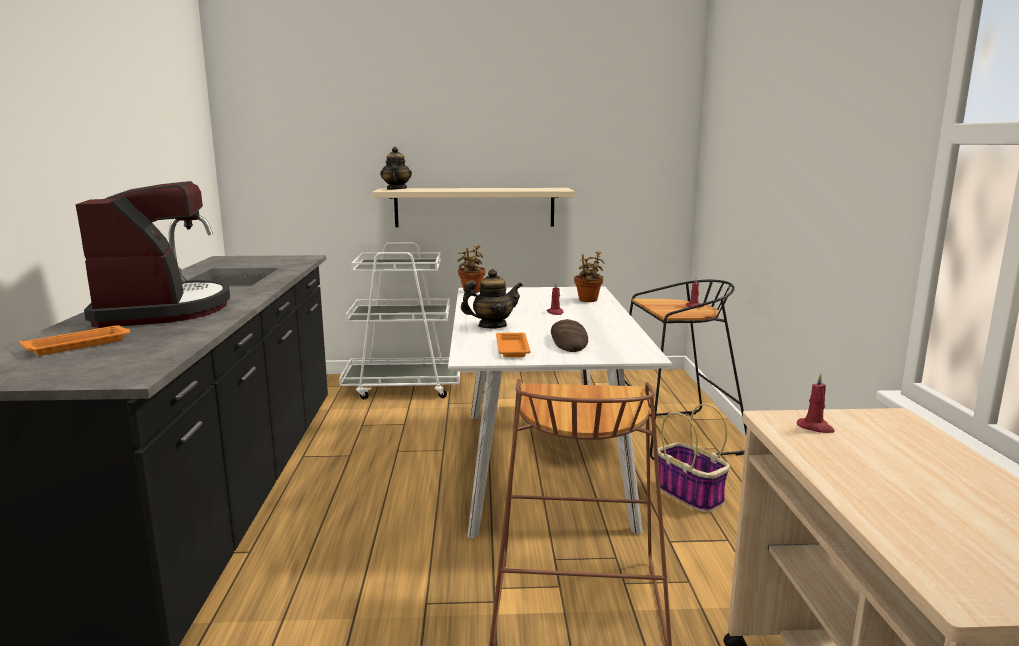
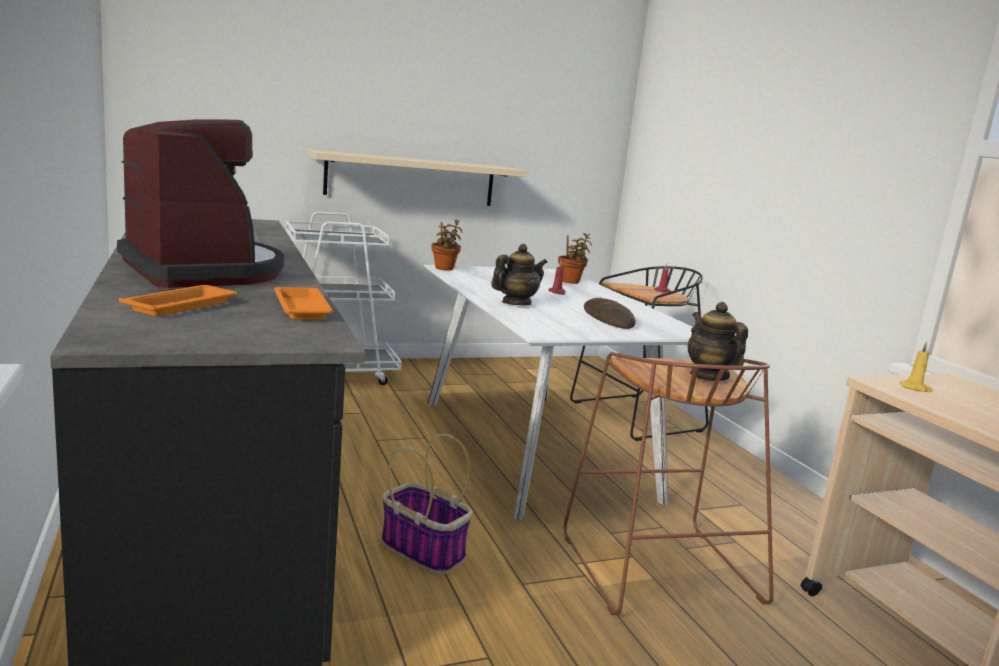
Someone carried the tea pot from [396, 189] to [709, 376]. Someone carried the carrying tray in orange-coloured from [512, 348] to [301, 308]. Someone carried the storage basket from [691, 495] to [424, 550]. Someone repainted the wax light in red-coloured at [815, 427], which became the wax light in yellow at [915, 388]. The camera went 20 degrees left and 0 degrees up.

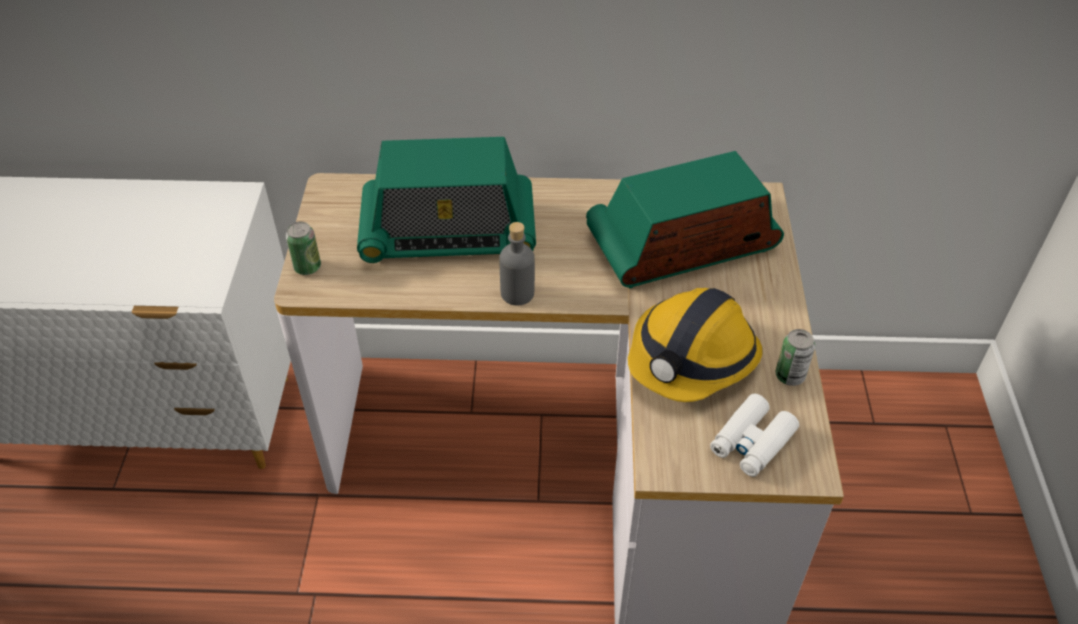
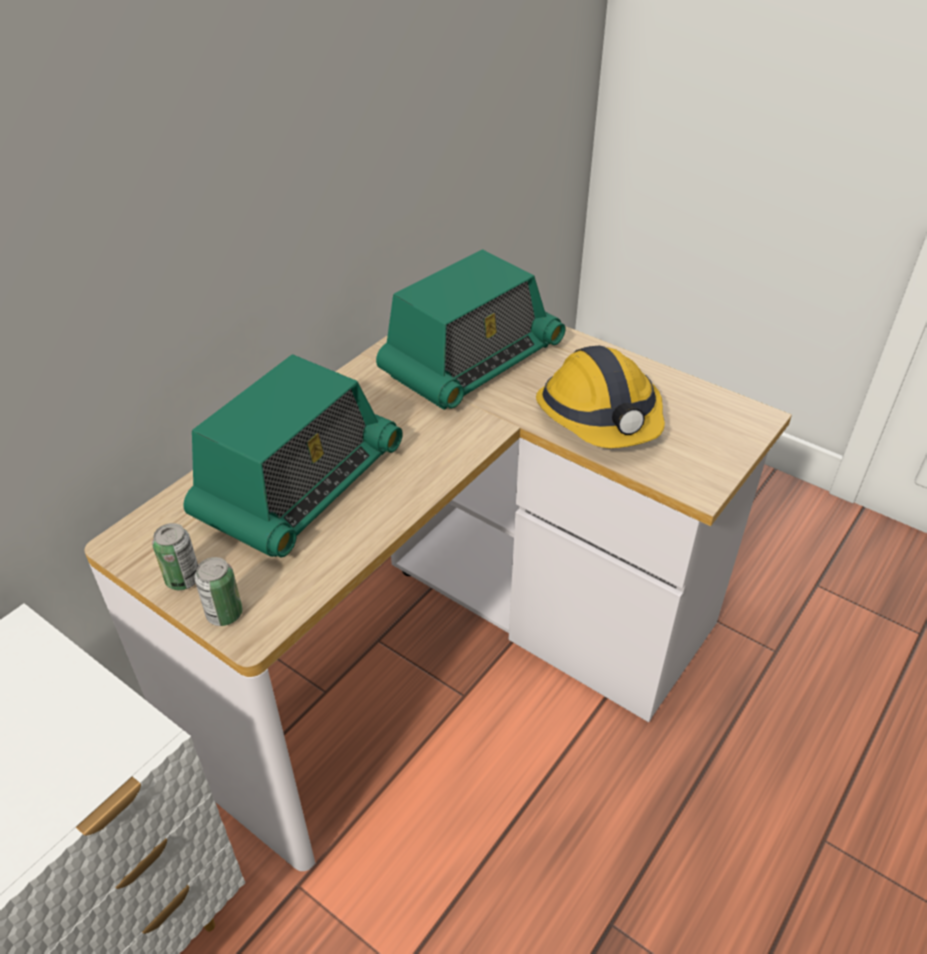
Someone took away the beverage bottle in gray at [517, 293]. Someone rotated the radio receiver at [681, 244] by 150 degrees counterclockwise. Someone took away the pair of binoculars in white at [751, 442]. Someone carried the metal can from [790, 376] to [183, 579]. The camera went 55 degrees left and 5 degrees down.

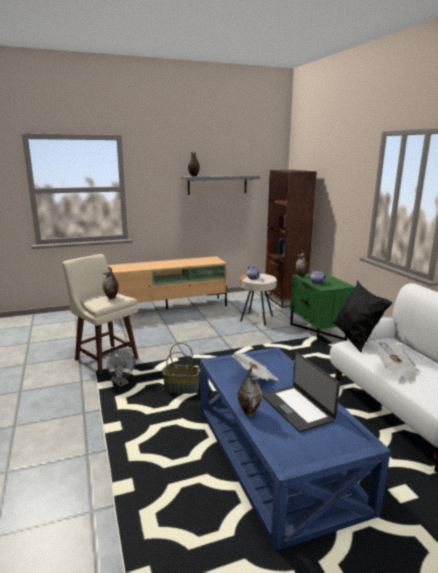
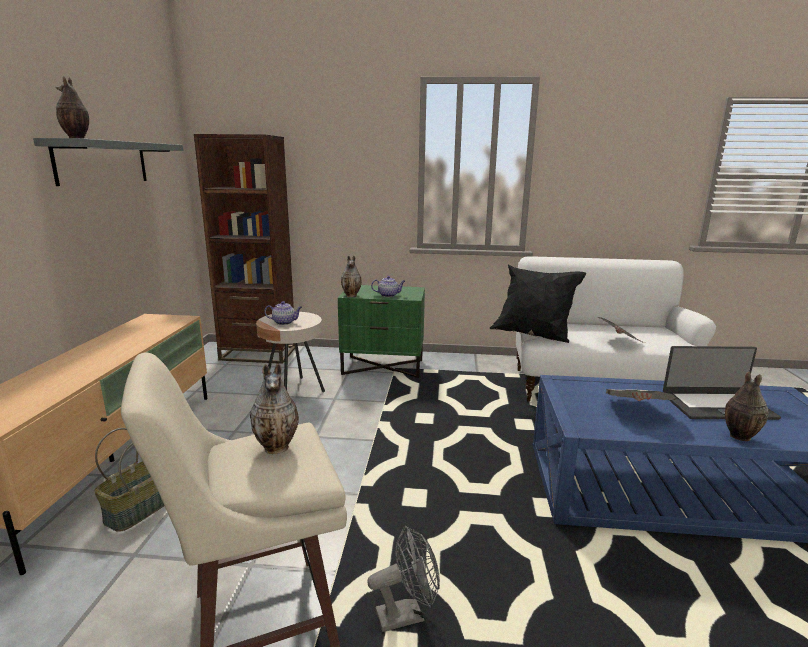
Someone carried the storage basket from [182, 388] to [140, 508]. The camera went 65 degrees left and 0 degrees up.

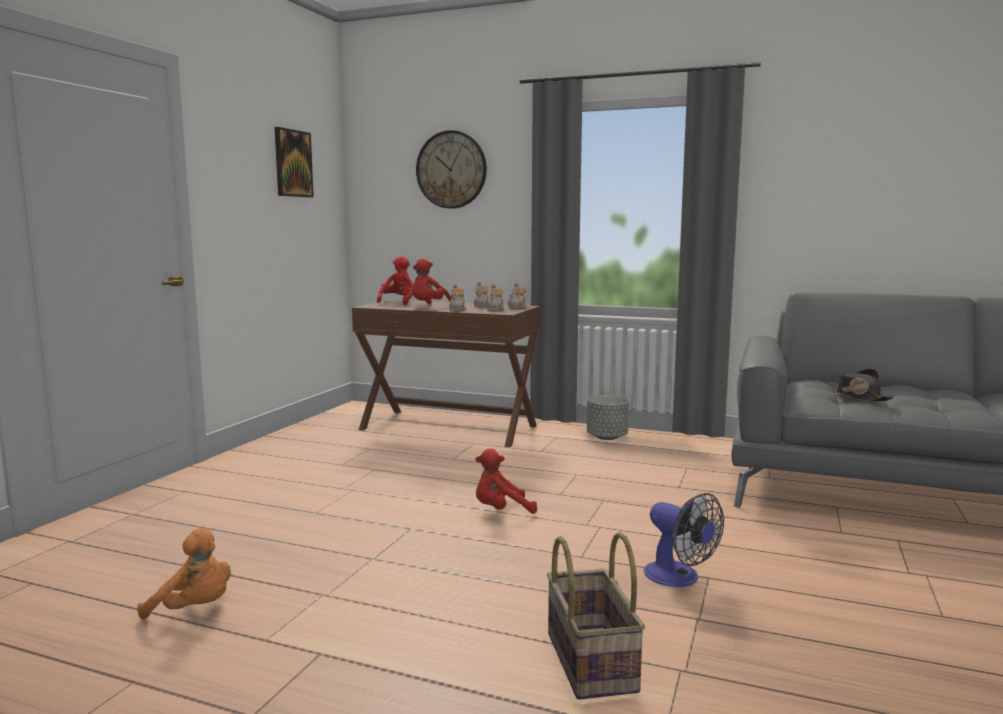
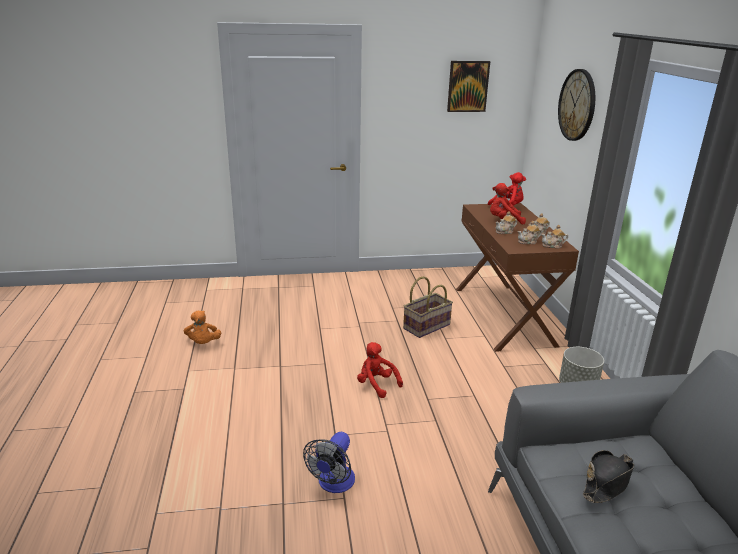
Someone carried the storage basket from [588, 661] to [426, 326]. The camera went 60 degrees right and 15 degrees up.

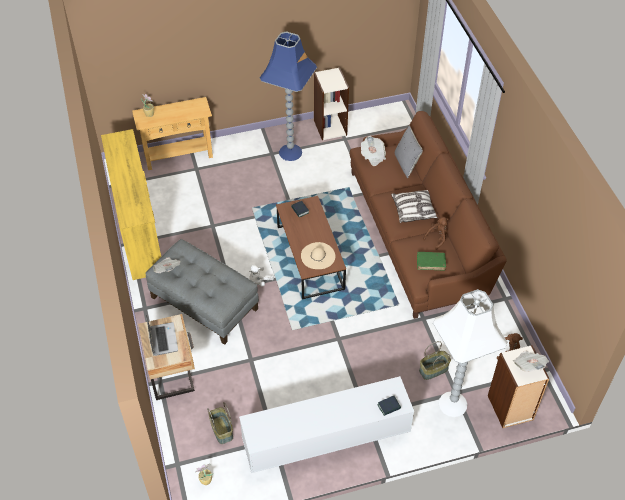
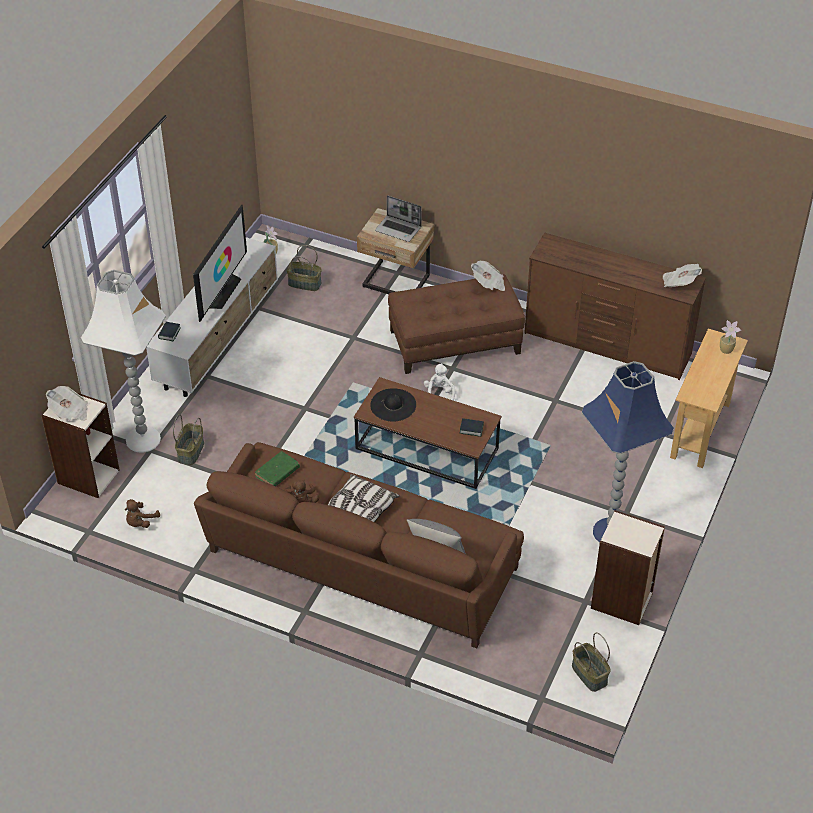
Someone repainted the dresser in yellow at [139, 229], which became the dresser in brownish at [607, 344]. Someone repainted the footrest in gray at [204, 303], which became the footrest in brownish at [454, 341]. Someone repainted the wearable hat in beige-coloured at [318, 256], which became the wearable hat in black at [393, 405]. Someone carried the printed paper from [373, 156] to [679, 283]. Someone put down the television at [222, 291]. Someone put down the storage basket at [590, 674]. The camera went 130 degrees right and 5 degrees down.

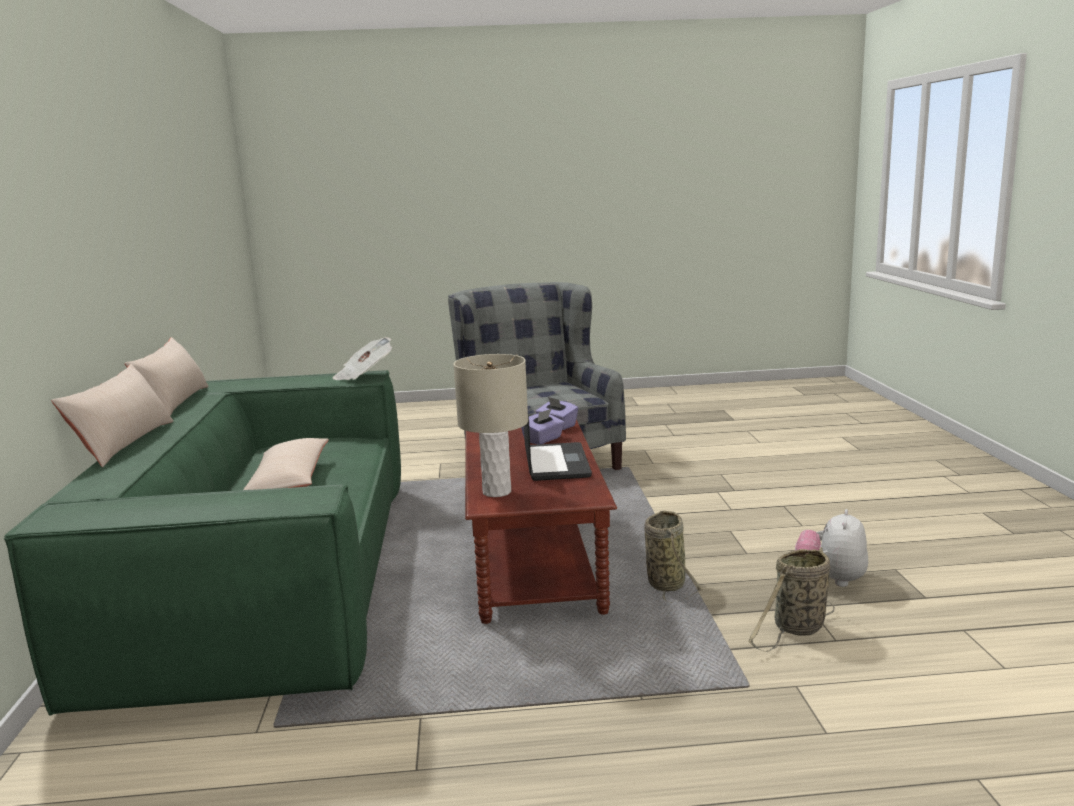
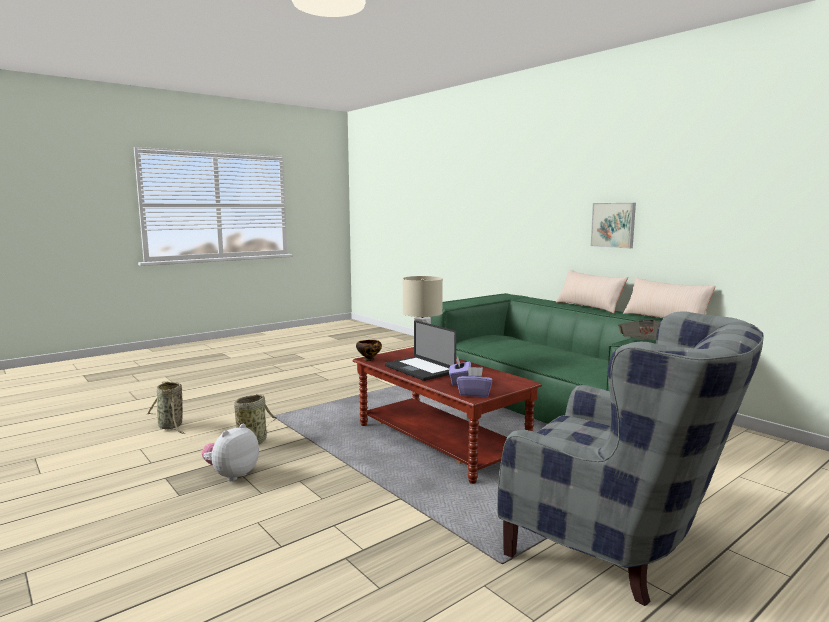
Someone took away the cushion in beige-coloured at [288, 483]. Someone carried the storage basket from [665, 582] to [171, 427]. Someone rotated the plush toy at [831, 579] by 135 degrees counterclockwise. Someone put down the deep dish at [369, 359]. Someone put up the wall art at [613, 225]. The camera went 145 degrees right and 5 degrees down.

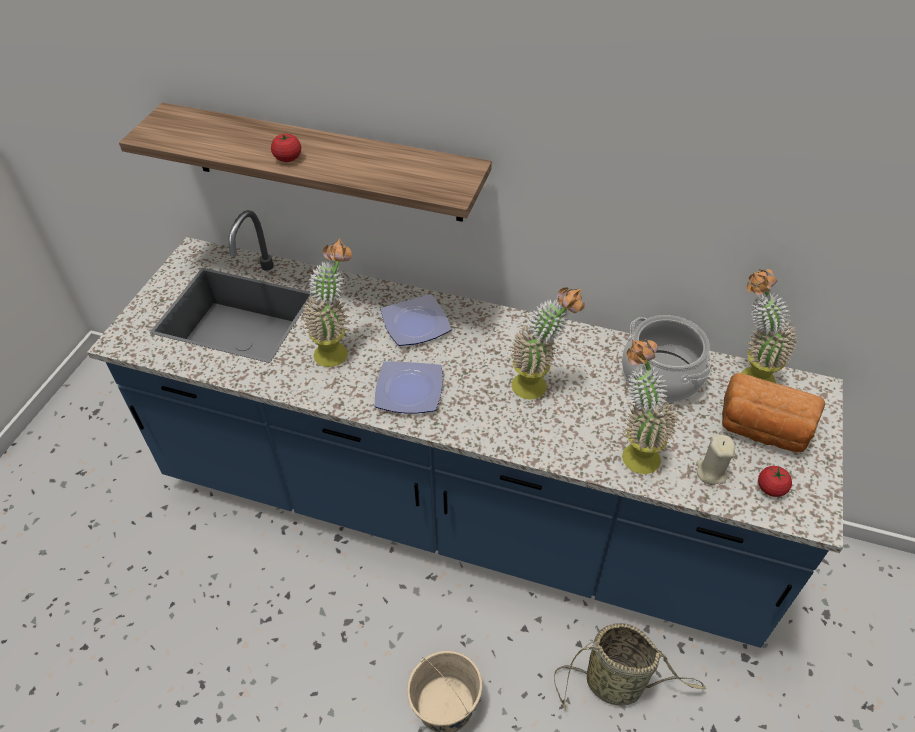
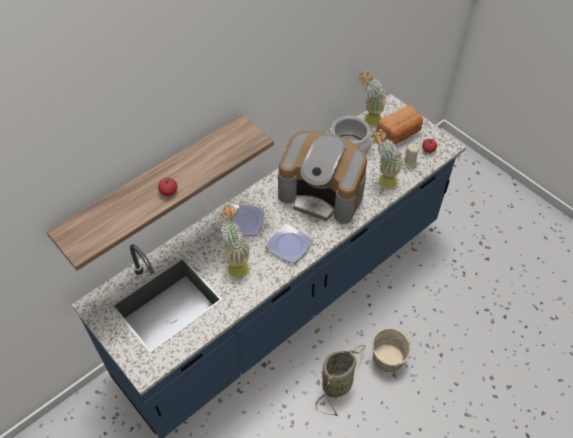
Someone swapped the houseplant at [538, 385] for the coffee maker at [322, 194]. Someone carried the storage basket from [618, 684] to [338, 383]. The camera went 60 degrees left and 5 degrees up.

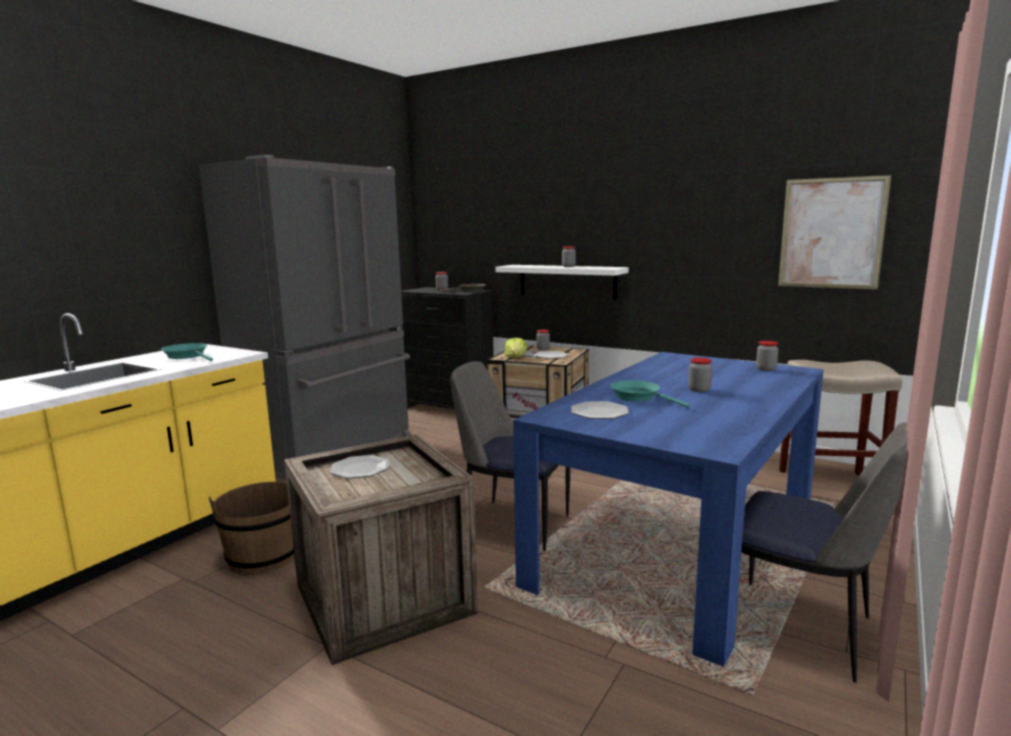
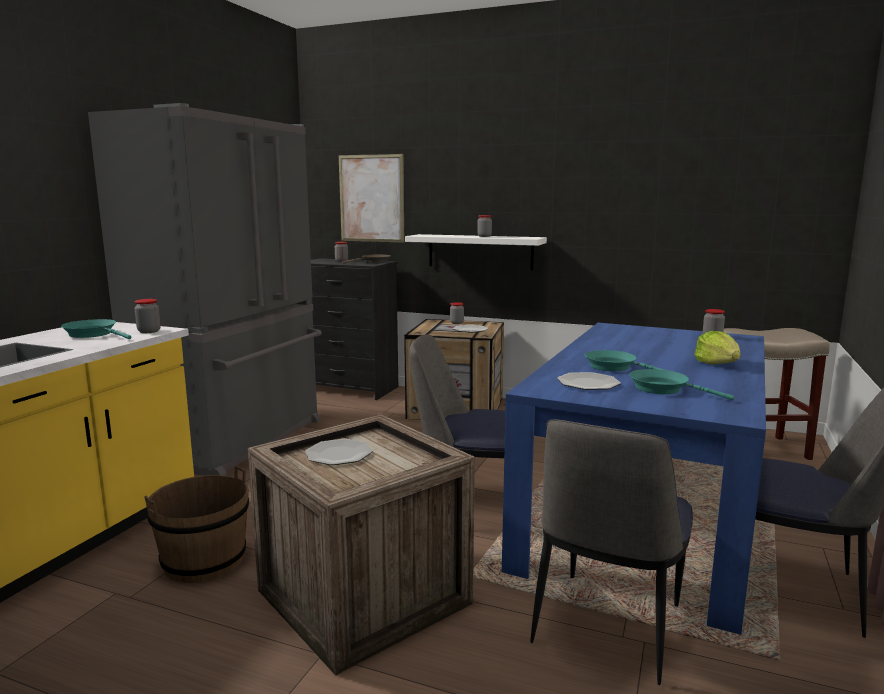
Someone carried the lettuce head from [516, 358] to [717, 364]. Someone carried the preserve jar from [699, 390] to [149, 331]. Someone carried the wall art from [831, 233] to [371, 198]. Someone put down the chair at [606, 628]. Someone put down the skillet in turquoise-coloured at [663, 389]. The camera went 10 degrees left and 0 degrees up.

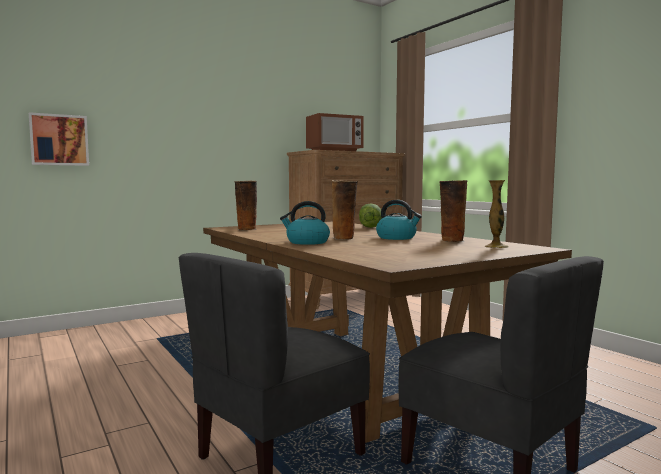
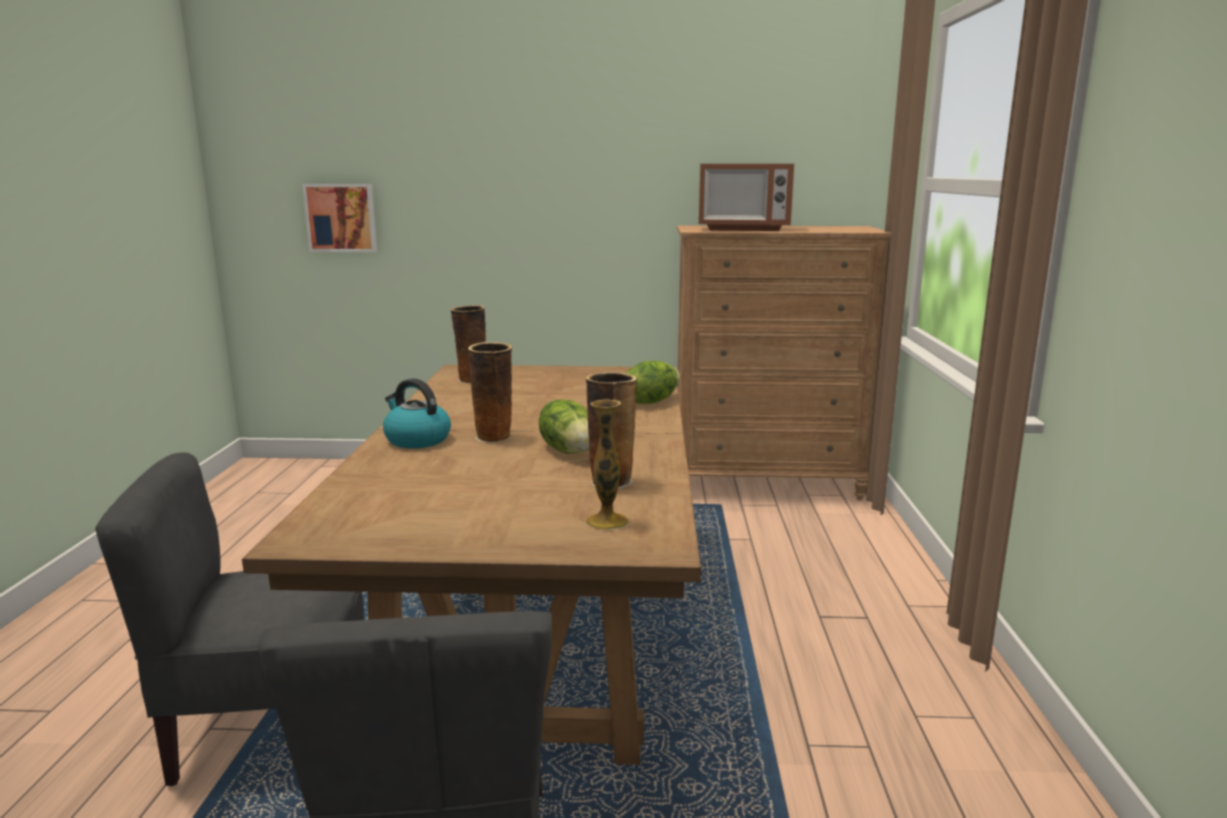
Someone swapped the water kettle at [397, 238] for the lettuce head at [569, 450]. The camera went 35 degrees right and 10 degrees up.

